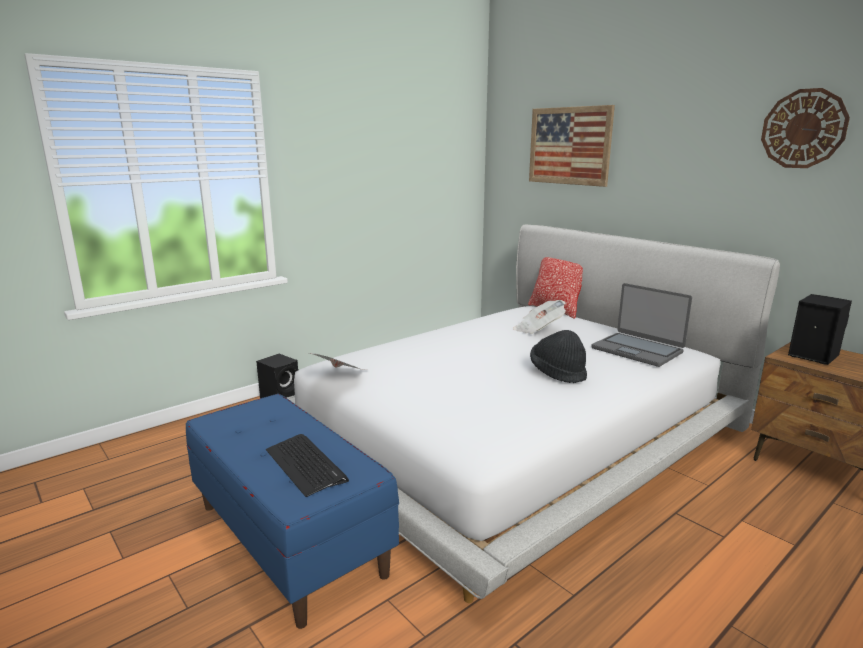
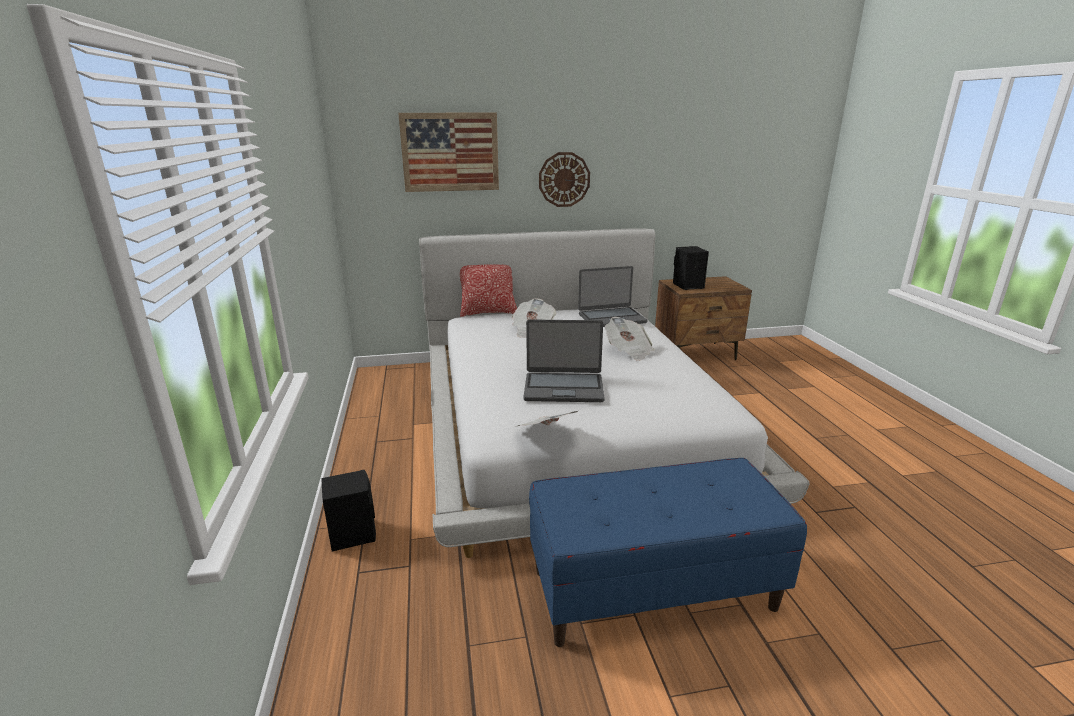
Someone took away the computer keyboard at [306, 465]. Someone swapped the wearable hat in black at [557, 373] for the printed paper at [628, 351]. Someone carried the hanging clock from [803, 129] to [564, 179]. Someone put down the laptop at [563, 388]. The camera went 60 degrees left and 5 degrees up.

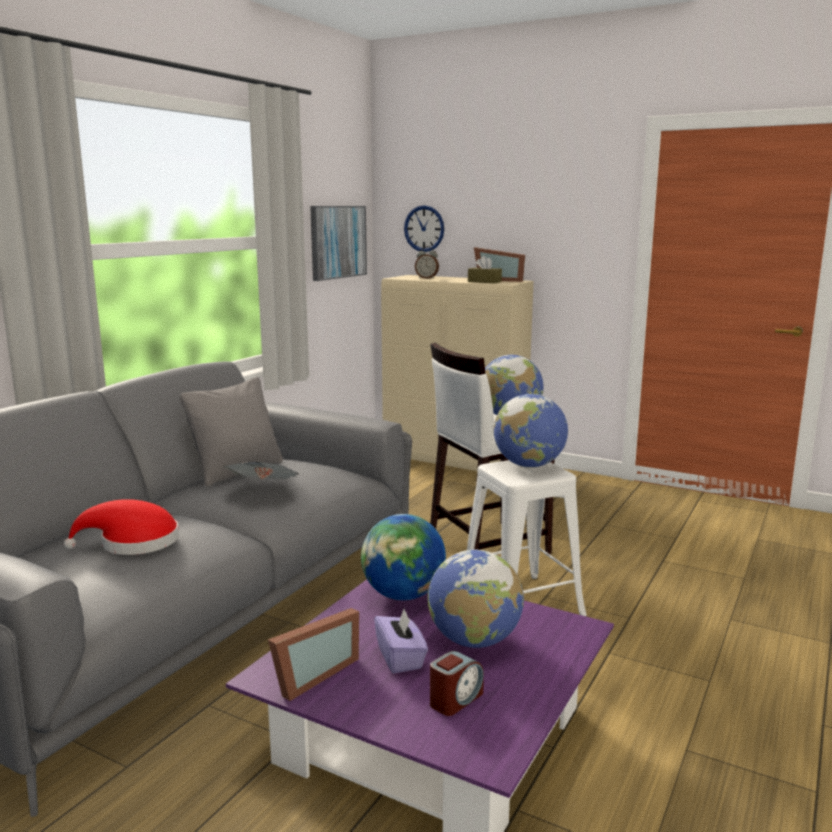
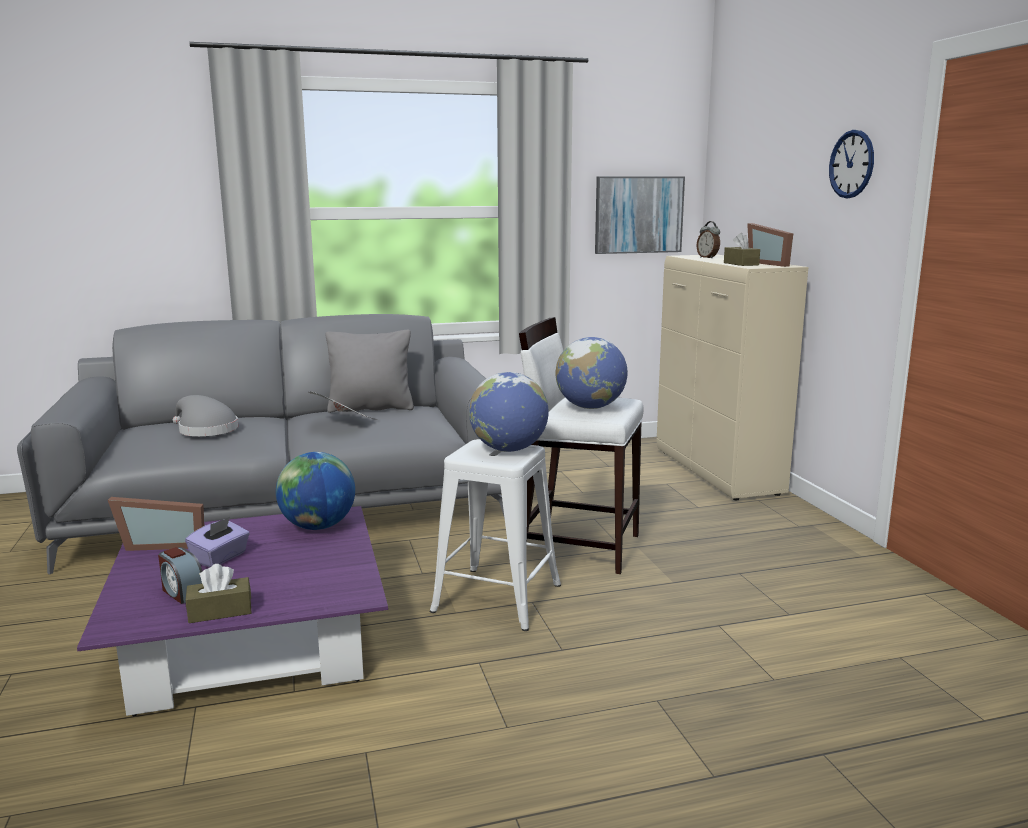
Someone repainted the wearable hat in red-coloured at [133, 543], which became the wearable hat in gray at [205, 430]. Someone carried the hanging clock from [424, 228] to [851, 164]. Someone took away the desk globe at [474, 640]. Someone rotated the table clock at [455, 700] by 45 degrees clockwise. Someone put down the box of tissues in brownish at [220, 611]. The camera went 45 degrees right and 0 degrees up.

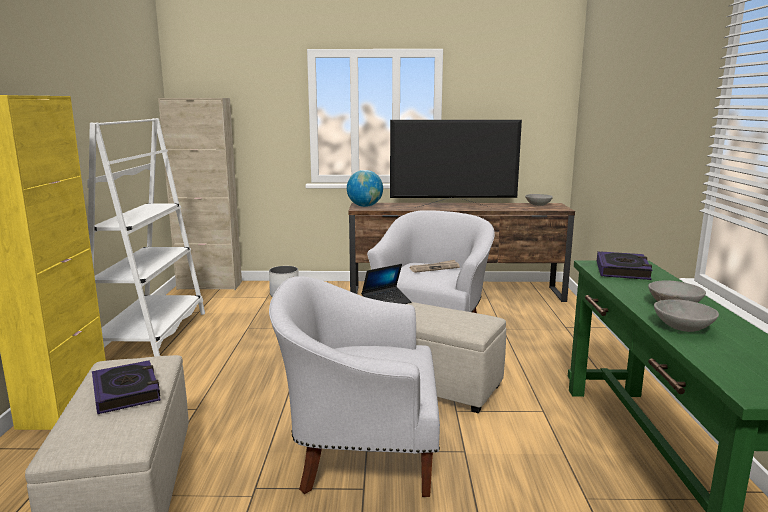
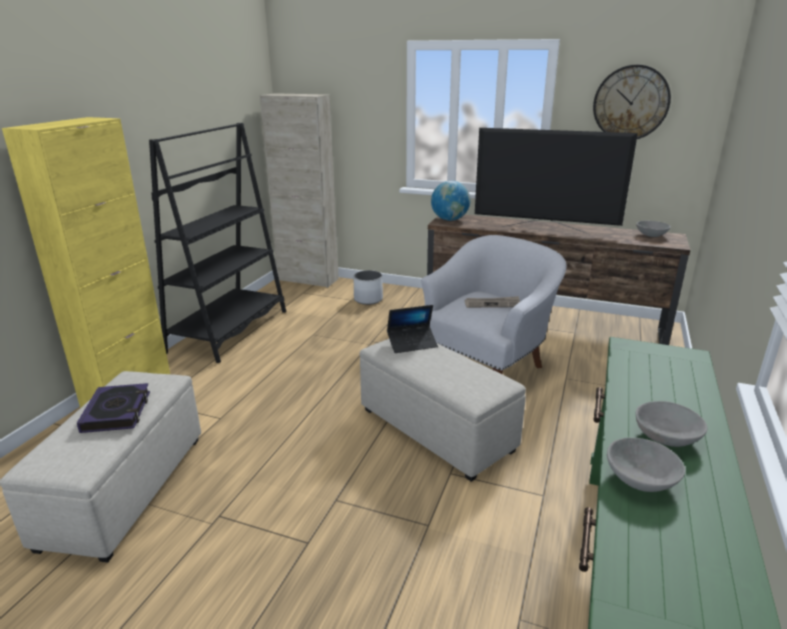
Someone repainted the shelving unit in white at [152, 337], which became the shelving unit in black at [229, 331]. Someone took away the lounge chair in white at [359, 453]. Someone took away the volume at [622, 270]. Someone put up the hanging clock at [631, 103]. The camera went 20 degrees right and 10 degrees up.

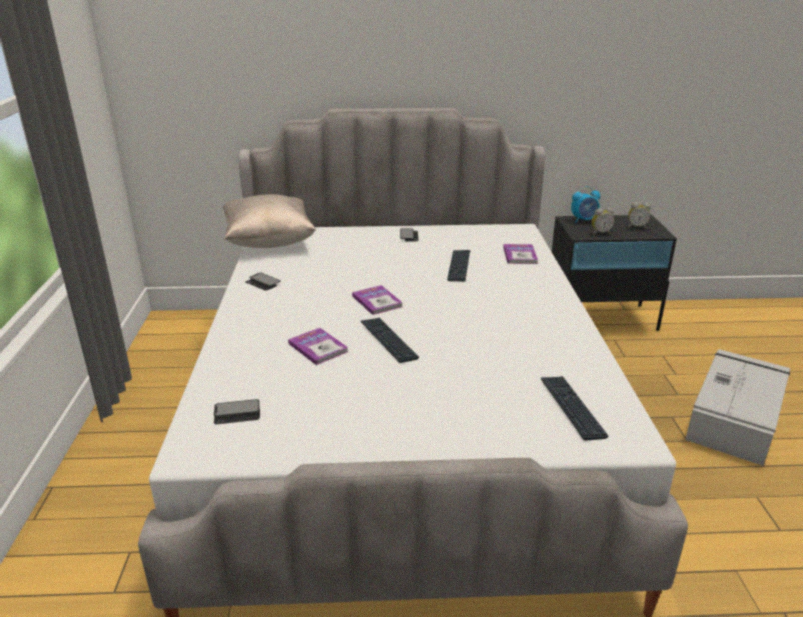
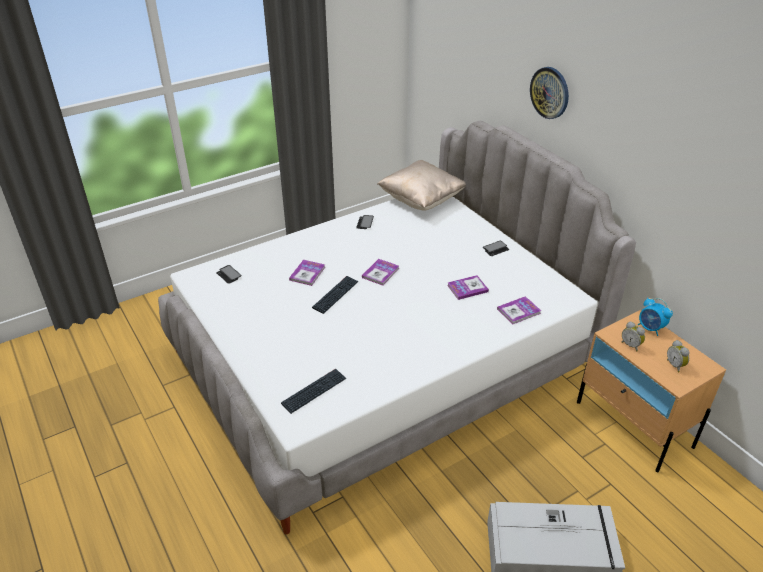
Someone swapped the computer keyboard at [459, 266] for the volume at [467, 288]. Someone repainted the night table in black at [600, 318], which became the night table in beige-coloured at [634, 424]. Someone put up the hanging clock at [550, 92]. The camera went 60 degrees right and 10 degrees up.

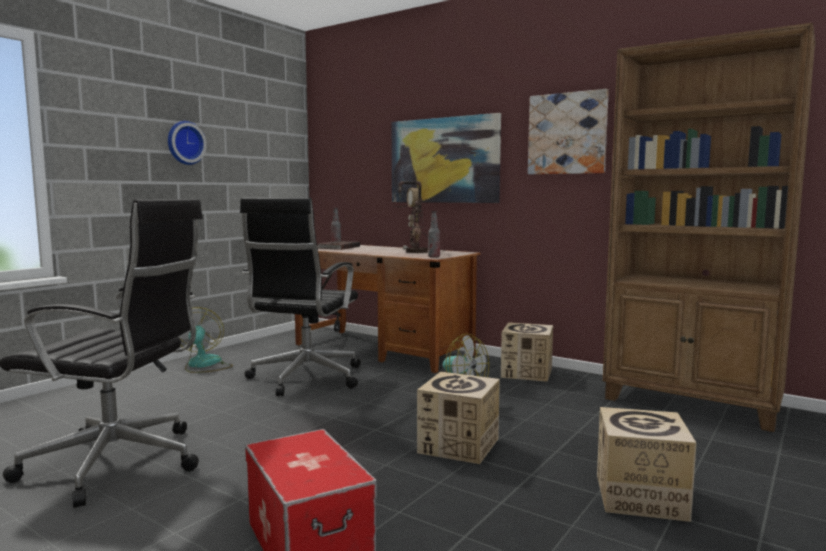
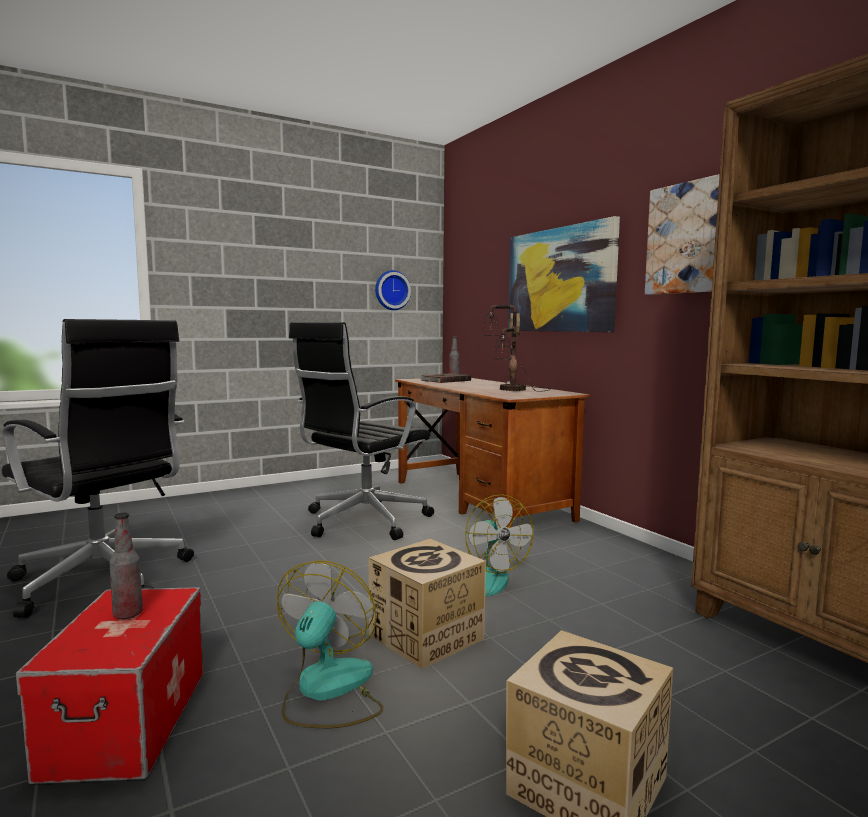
Someone carried the hanging clock from [184, 143] to [391, 290]. Someone carried the fan from [204, 365] to [328, 691]. Someone carried the beverage bottle from [434, 257] to [128, 614]. Someone took away the cardboard box at [526, 373]. The camera went 25 degrees right and 0 degrees up.

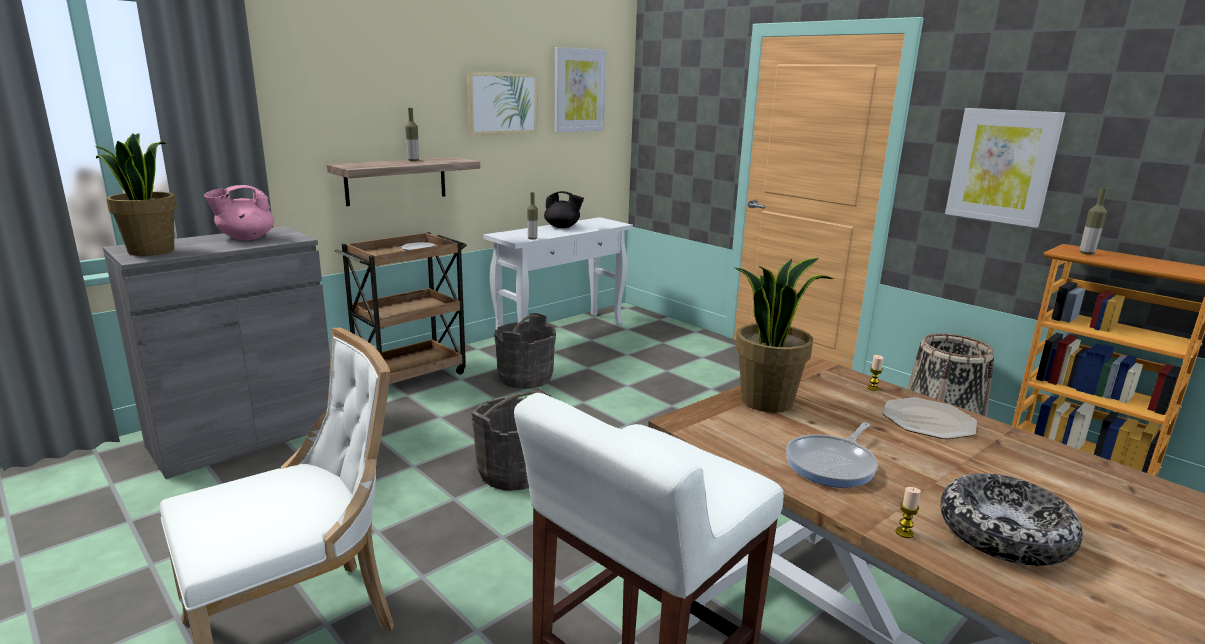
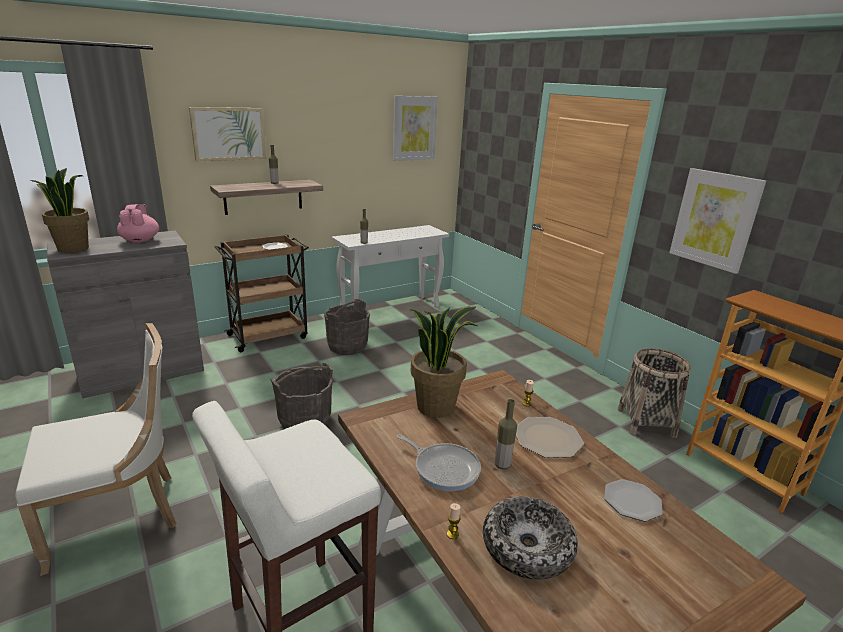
Someone rotated the tea pot in pinkish at [245, 238] by 105 degrees clockwise. Someone carried the wall art from [502, 103] to [228, 134]. Someone took away the tea pot in black at [562, 227]. Someone rotated the skillet at [833, 464] by 105 degrees counterclockwise. Someone carried the beverage bottle from [1086, 253] to [502, 465]. Someone put down the flat dish at [632, 502]. The camera went 10 degrees right and 5 degrees up.

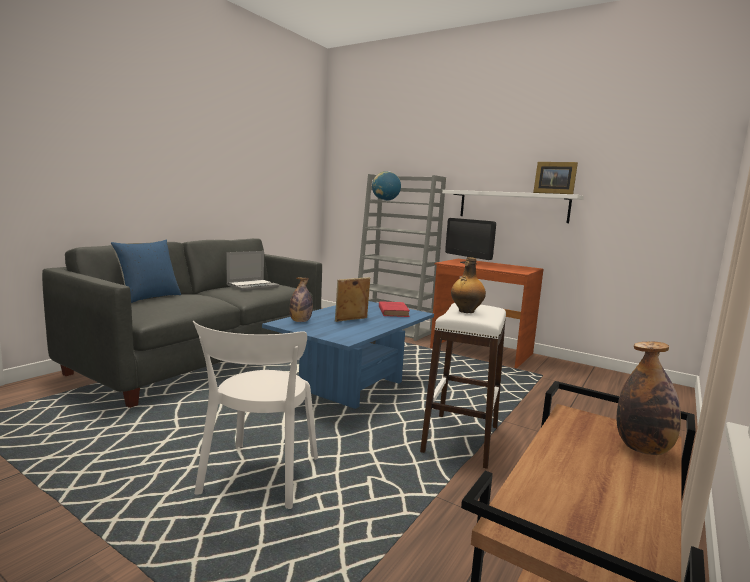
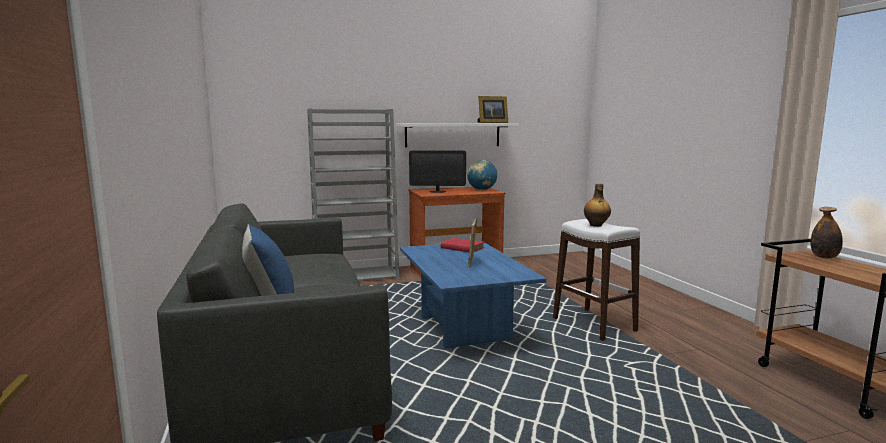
Someone took away the chair in white at [258, 478]. Someone took away the laptop at [253, 286]. Someone took away the beverage bottle at [300, 321]. Someone carried the desk globe from [385, 200] to [482, 190]. The camera went 50 degrees left and 0 degrees up.

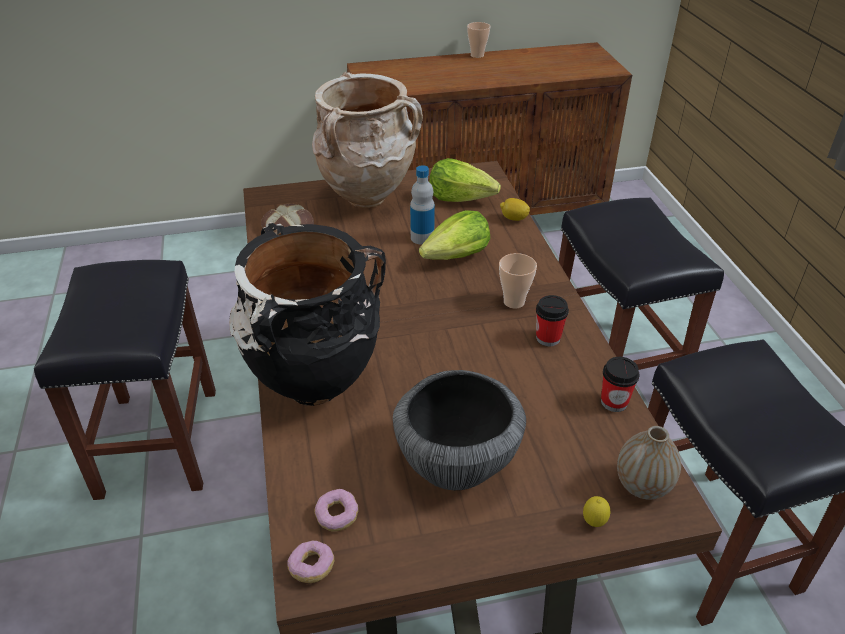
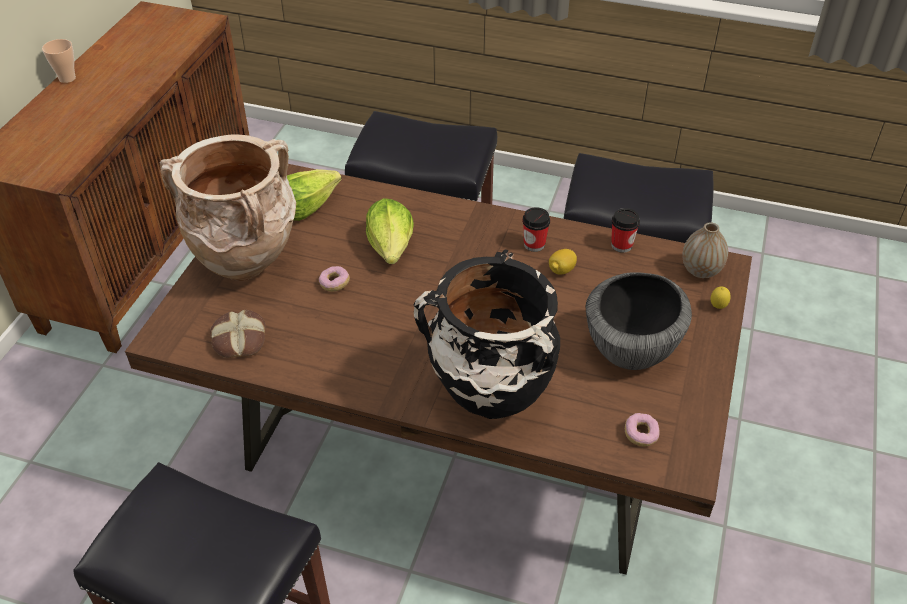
Someone carried the doughnut from [312, 567] to [334, 284]. Someone took away the beverage bottle at [422, 237]. Someone took away the cup at [514, 302]. Someone carried the lemon from [514, 218] to [561, 270]. The camera went 60 degrees left and 5 degrees up.

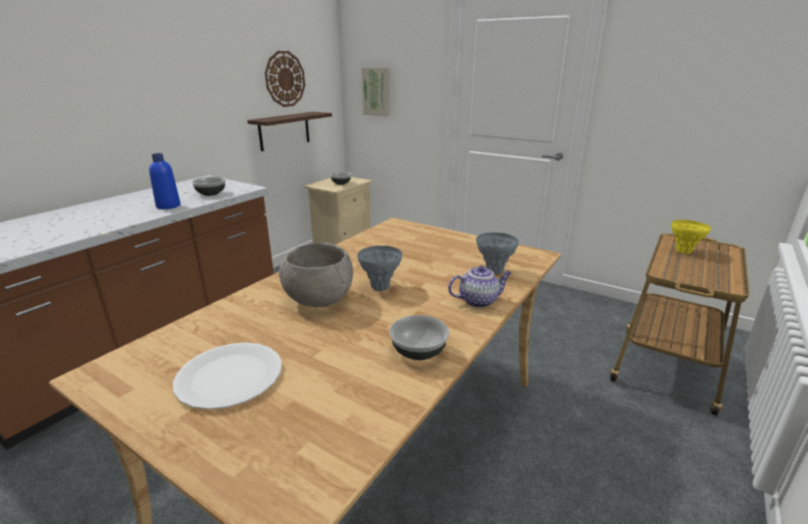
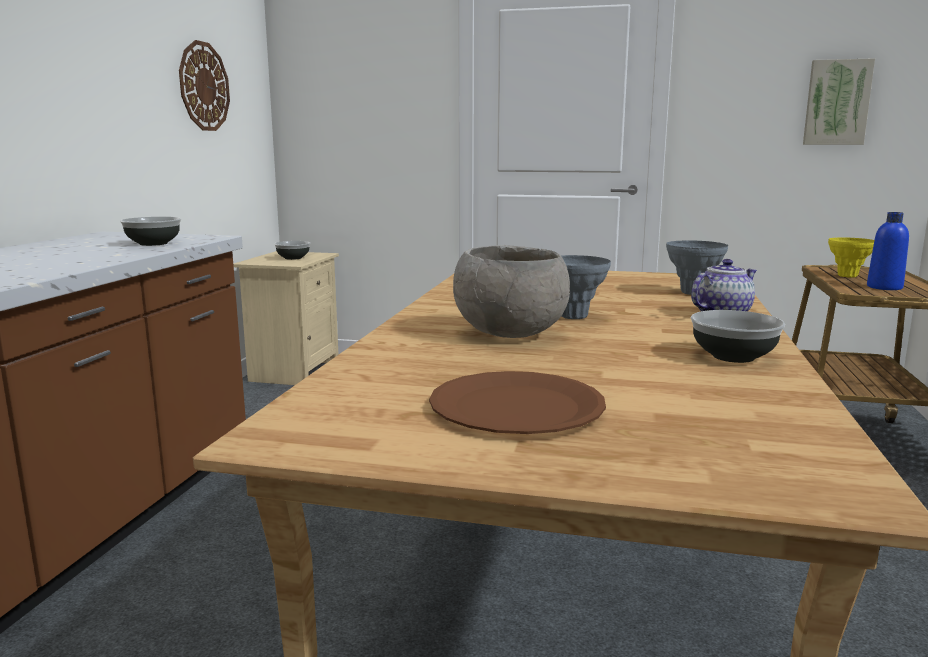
Someone carried the beverage bottle in blue from [168, 206] to [884, 287]. Someone repainted the flat dish in white at [230, 376], which became the flat dish in brownish at [517, 407]. Someone took away the wall shelf at [284, 131]. Someone carried the wall art from [377, 91] to [836, 103]. The camera went 20 degrees left and 10 degrees down.

